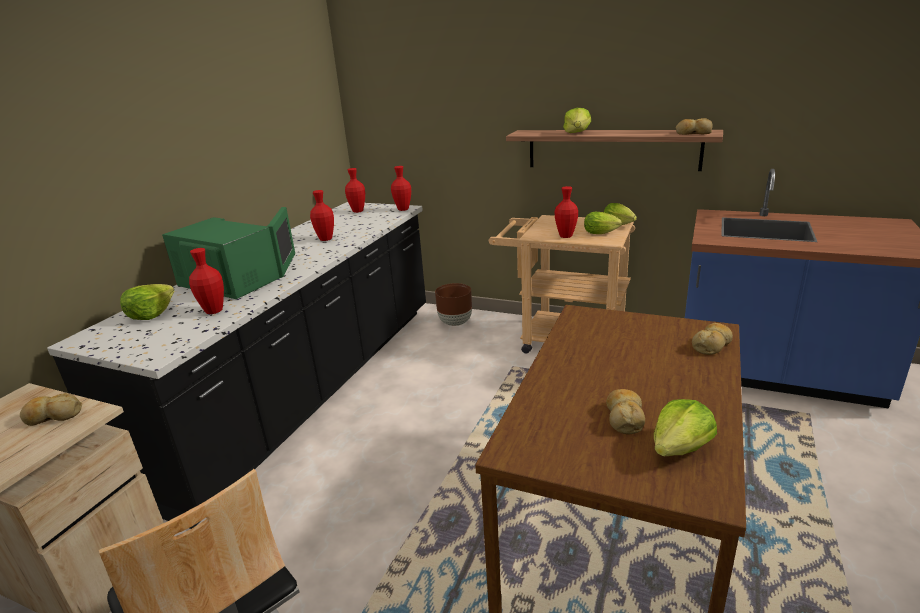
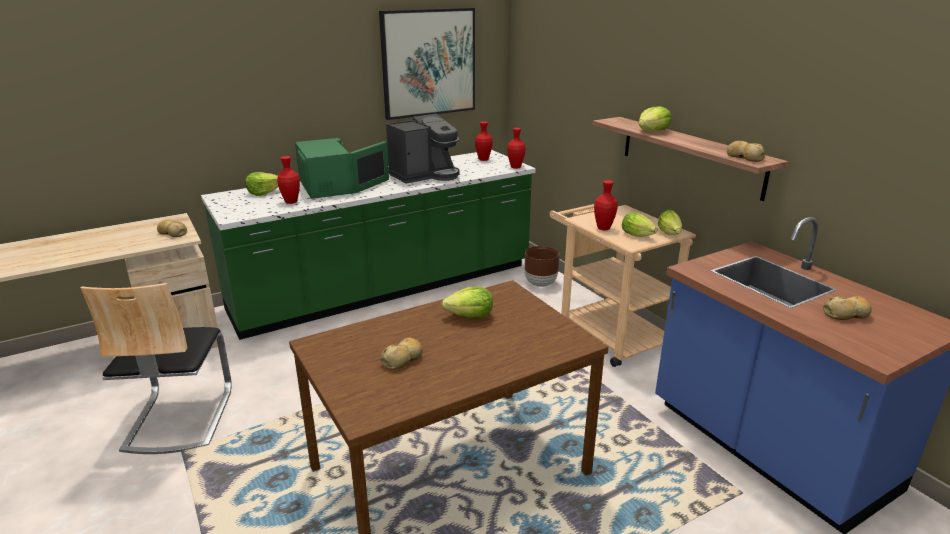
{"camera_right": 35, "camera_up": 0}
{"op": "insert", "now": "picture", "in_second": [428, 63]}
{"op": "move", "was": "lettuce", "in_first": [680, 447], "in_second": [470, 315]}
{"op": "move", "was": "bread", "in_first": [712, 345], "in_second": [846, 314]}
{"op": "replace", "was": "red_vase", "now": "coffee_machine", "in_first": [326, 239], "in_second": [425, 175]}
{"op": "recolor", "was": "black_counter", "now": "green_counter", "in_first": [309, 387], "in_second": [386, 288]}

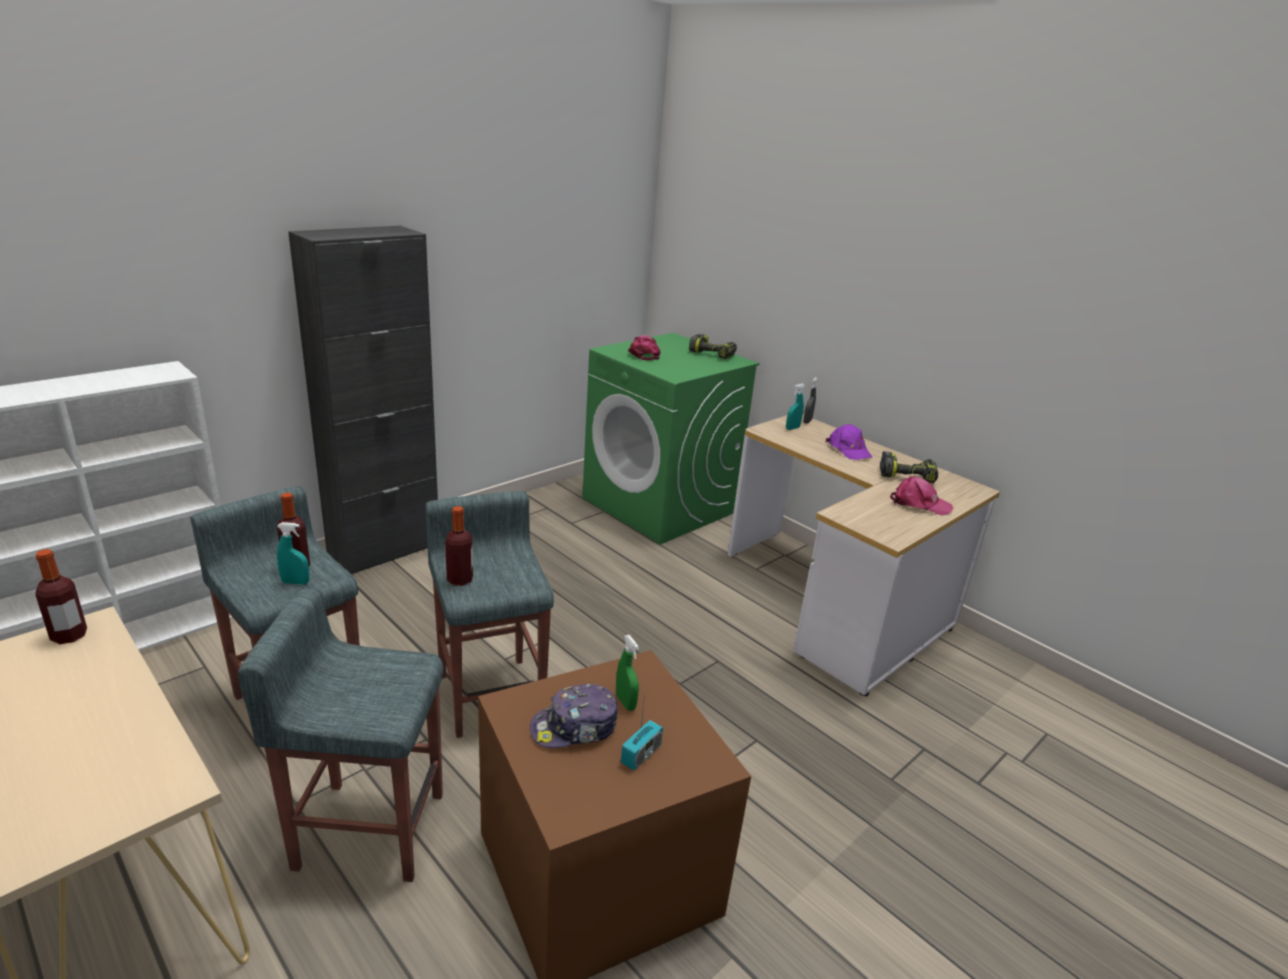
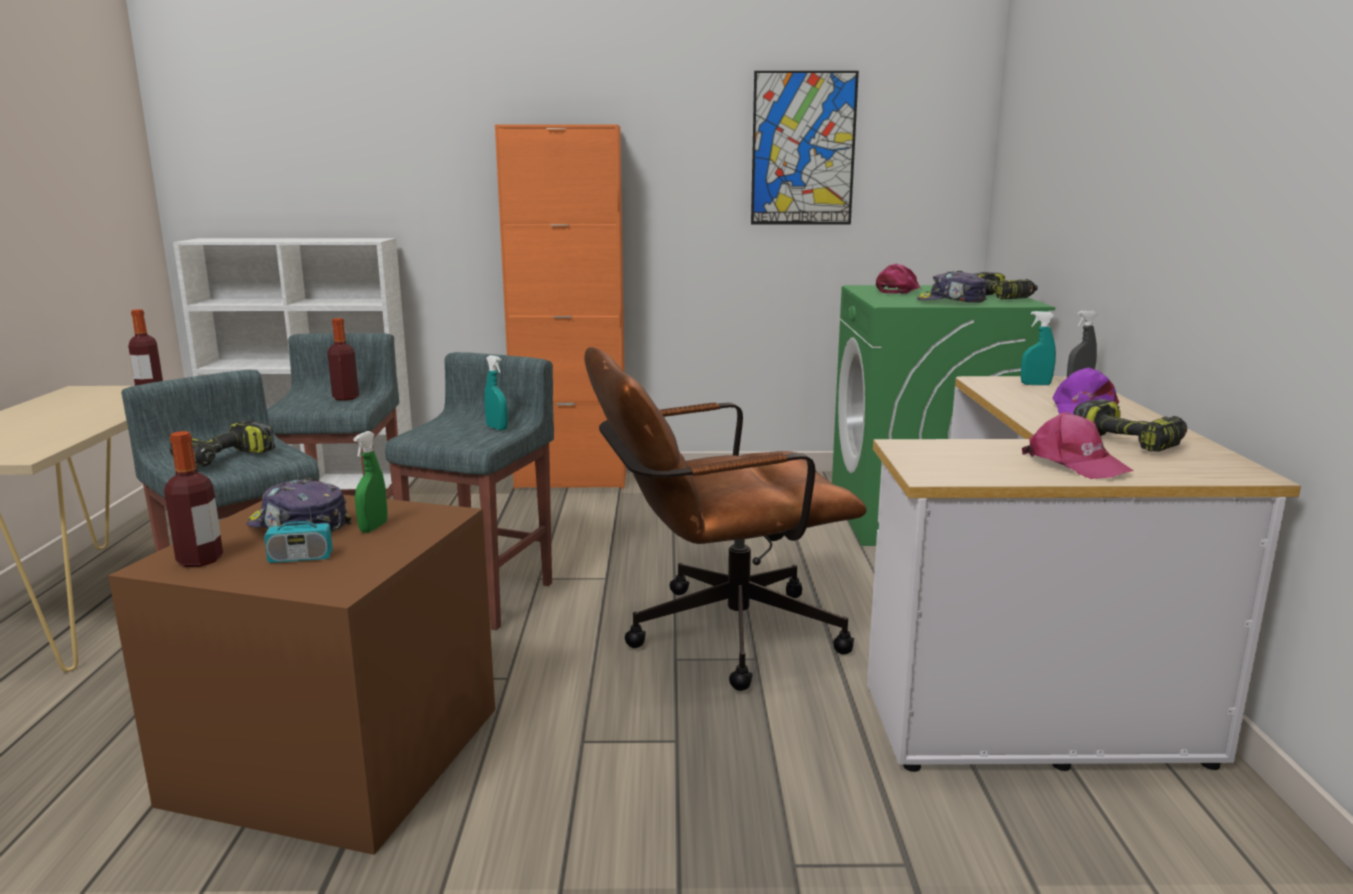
{"camera_right": 45, "camera_up": -10}
{"op": "insert", "now": "power_drill", "in_second": [225, 459]}
{"op": "insert", "now": "brown_office_chair", "in_second": [716, 635]}
{"op": "insert", "now": "picture", "in_second": [803, 149]}
{"op": "insert", "now": "cap", "in_second": [951, 301]}
{"op": "move", "was": "turquoise_spray_bottle", "in_first": [295, 582], "in_second": [497, 428]}
{"op": "move", "was": "bottle", "in_first": [460, 580], "in_second": [200, 560]}
{"op": "recolor", "was": "black_cabinet", "now": "orange_cabinet", "in_first": [384, 551], "in_second": [571, 481]}

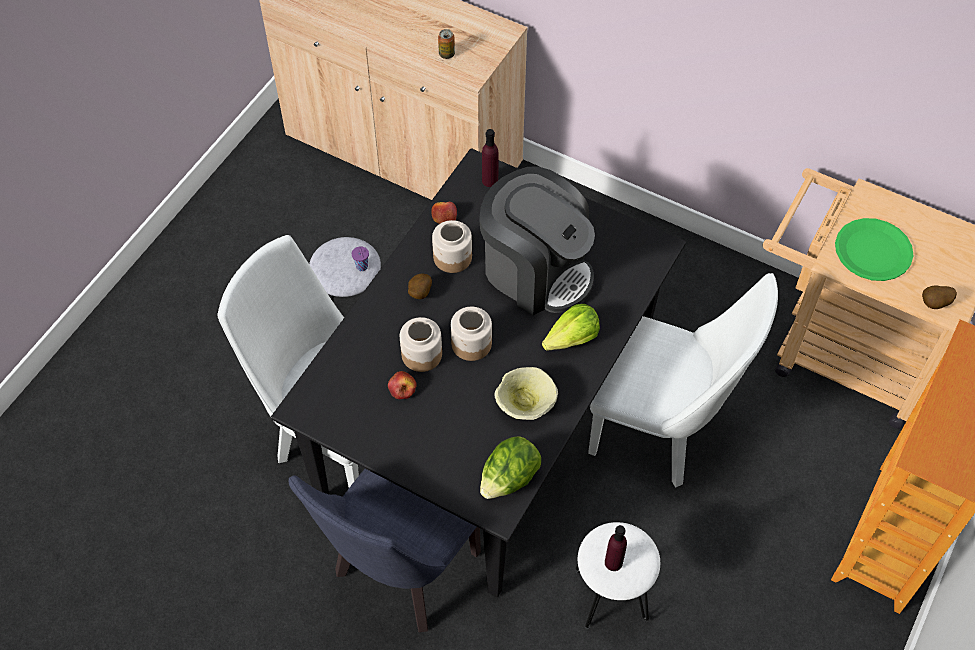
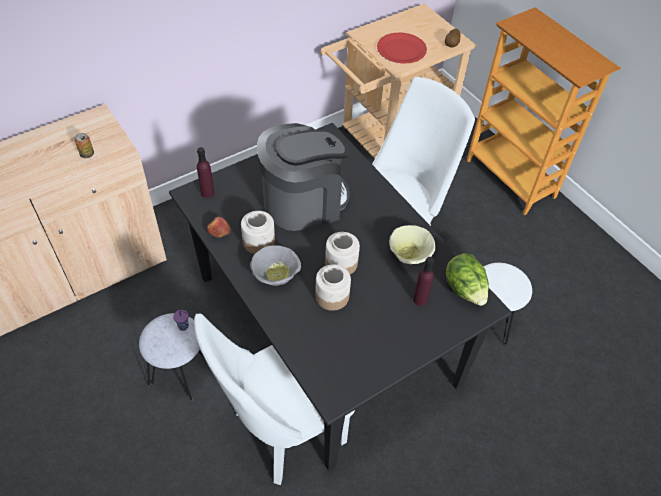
{"camera_right": -65, "camera_up": -5}
{"op": "delete", "was": "blue_chair", "in_first": [401, 574]}
{"op": "delete", "was": "apple", "in_first": [402, 388]}
{"op": "delete", "was": "lettuce", "in_first": [572, 339]}
{"op": "move", "was": "purple_bottle", "in_first": [613, 562], "in_second": [420, 299]}
{"op": "replace", "was": "potato", "now": "grey_bowl", "in_first": [419, 293], "in_second": [276, 275]}
{"op": "recolor", "was": "green_plate", "now": "red_plate", "in_first": [872, 251], "in_second": [401, 49]}

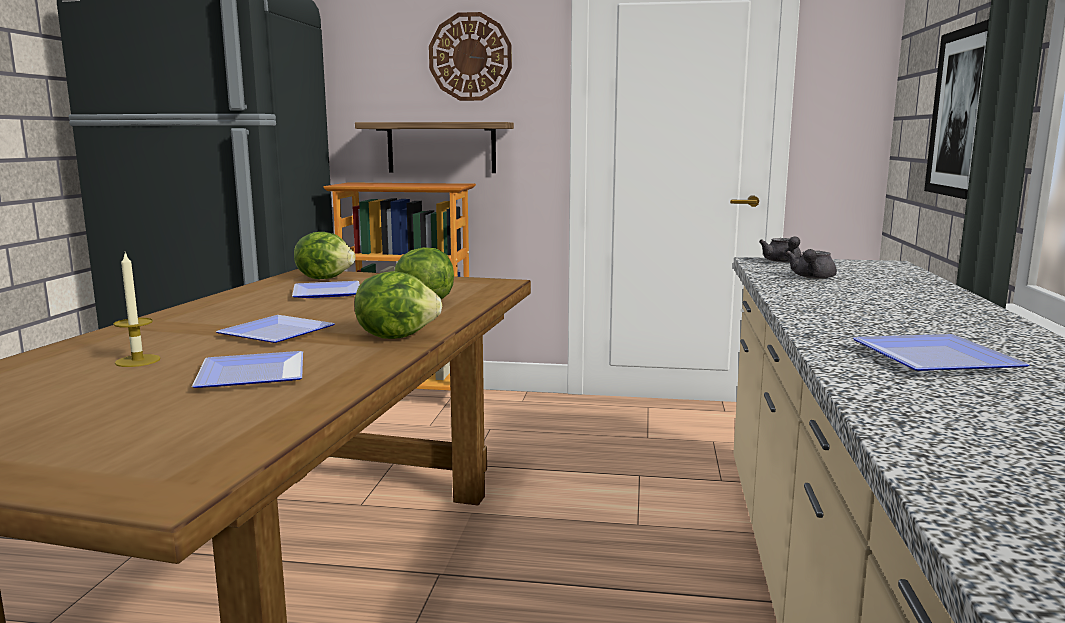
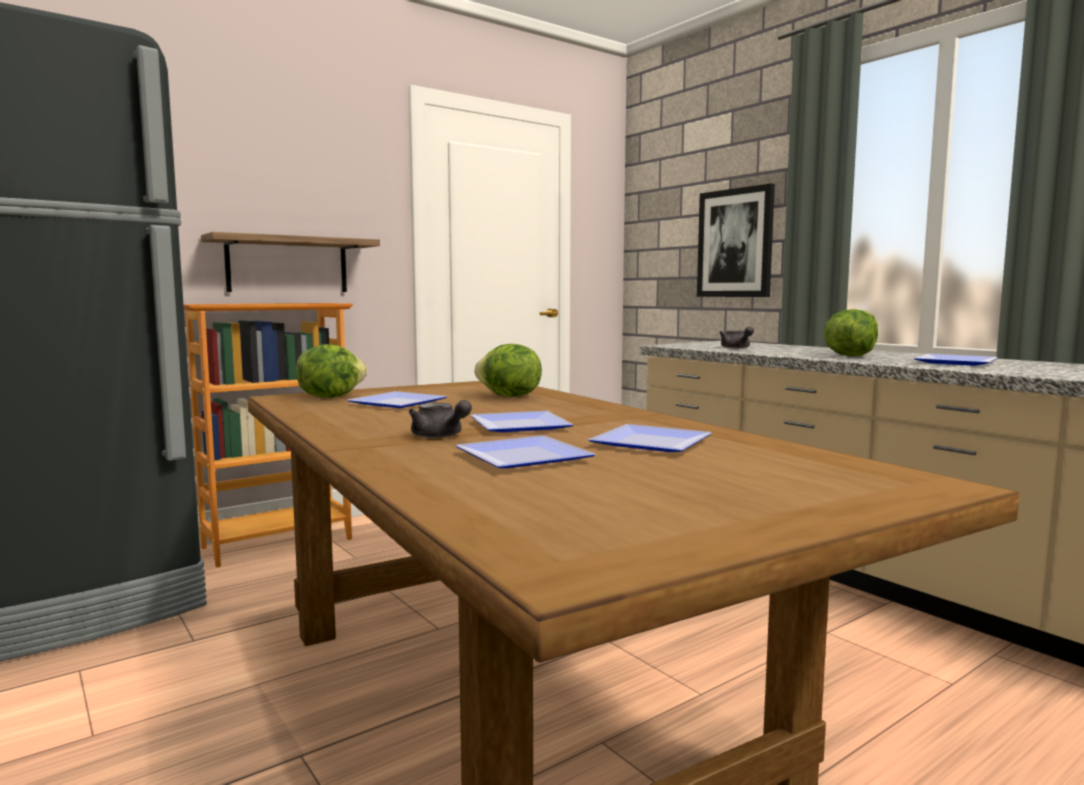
{"camera_right": -45, "camera_up": -5}
{"op": "delete", "was": "wall_clock", "in_first": [470, 57]}
{"op": "move", "was": "lettuce", "in_first": [397, 336], "in_second": [849, 356]}
{"op": "move", "was": "grey_teapot", "in_first": [783, 262], "in_second": [440, 436]}
{"op": "replace", "was": "candle", "now": "plate", "in_first": [137, 361], "in_second": [518, 457]}

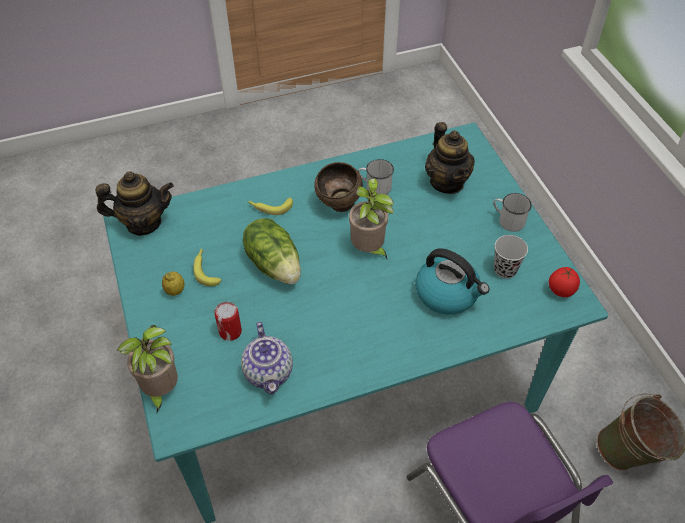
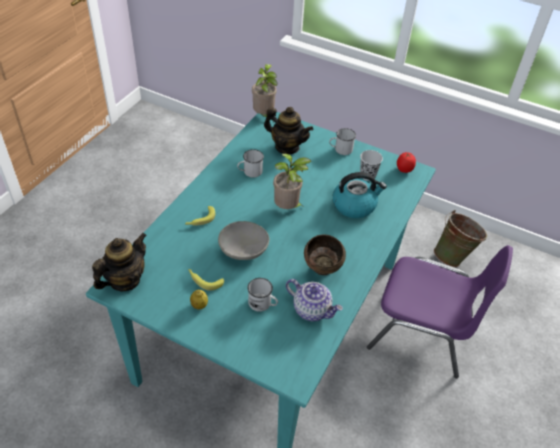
{"camera_right": -45, "camera_up": -5}
{"op": "move", "was": "potted_plant", "in_first": [160, 391], "in_second": [264, 116]}
{"op": "move", "was": "brown_bowl", "in_first": [339, 205], "in_second": [323, 270]}
{"op": "replace", "was": "can", "now": "white_mug", "in_first": [230, 331], "in_second": [263, 304]}
{"op": "replace", "was": "lettuce", "now": "grey_bowl", "in_first": [275, 264], "in_second": [243, 250]}

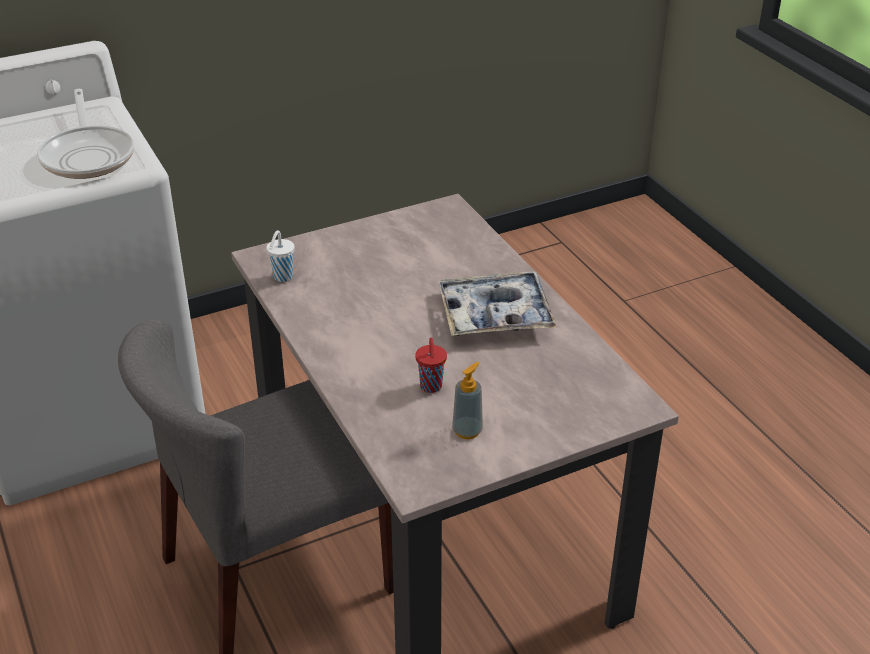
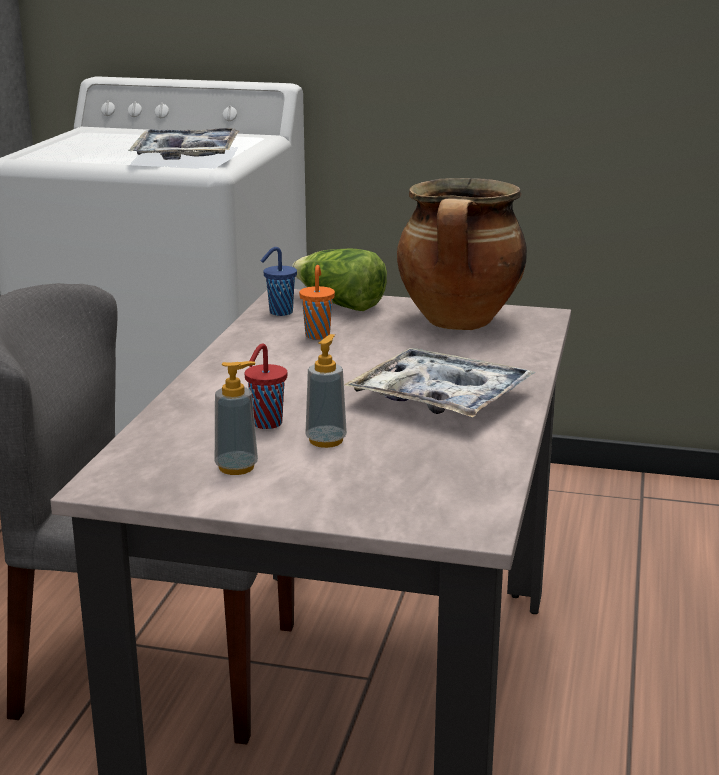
{"camera_right": 40, "camera_up": -15}
{"op": "insert", "now": "lettuce", "in_second": [339, 304]}
{"op": "insert", "now": "orange_cup", "in_second": [317, 335]}
{"op": "insert", "now": "soap_dispenser", "in_second": [326, 440]}
{"op": "insert", "now": "cooking_pot", "in_second": [460, 323]}
{"op": "replace", "was": "frying_pan", "now": "tray", "in_first": [88, 155], "in_second": [186, 155]}
{"op": "recolor", "was": "white_cup", "now": "blue_cup", "in_first": [282, 277], "in_second": [279, 313]}

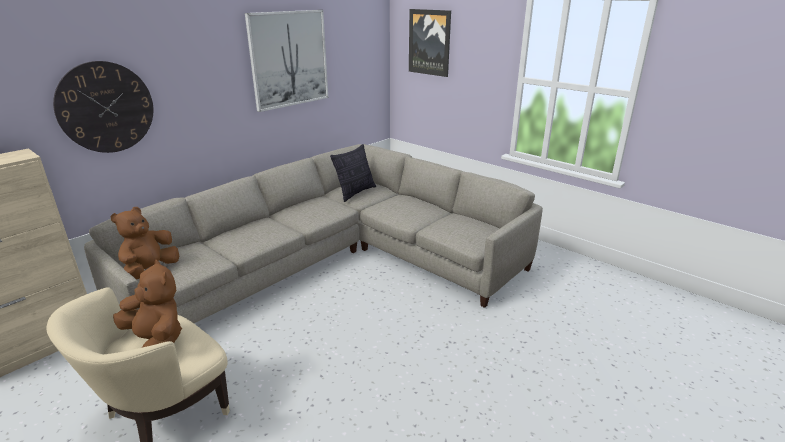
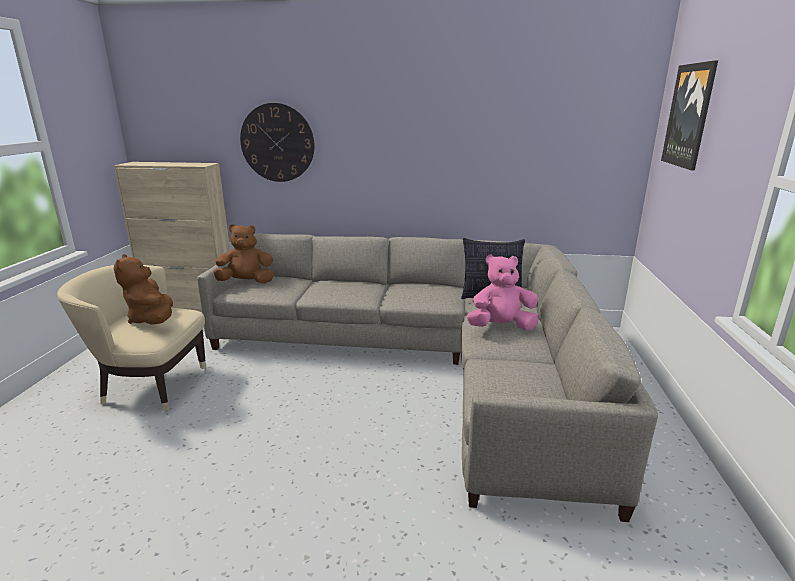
{"camera_right": 55, "camera_up": -5}
{"op": "delete", "was": "picture", "in_first": [289, 59]}
{"op": "insert", "now": "pink_plush_toy", "in_second": [501, 327]}
{"op": "rotate", "was": "brown_plush_toy", "in_first": [157, 342], "in_second": [152, 320], "clockwise": 150}

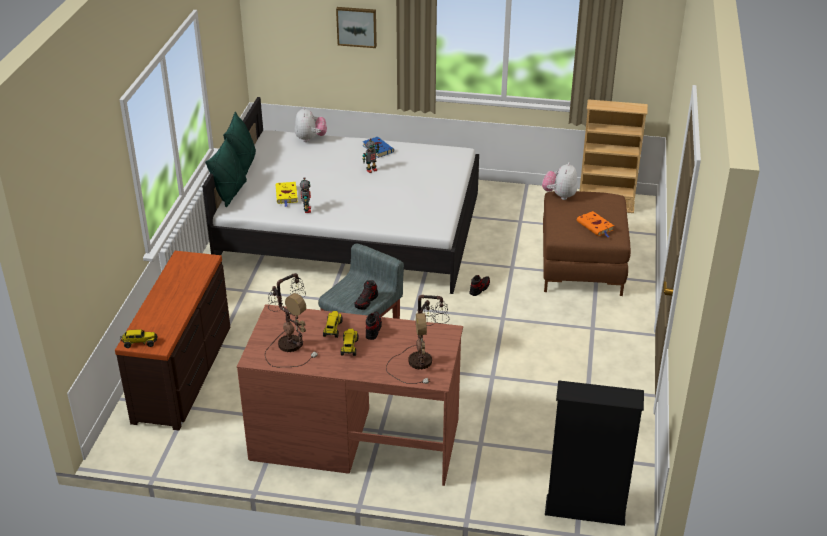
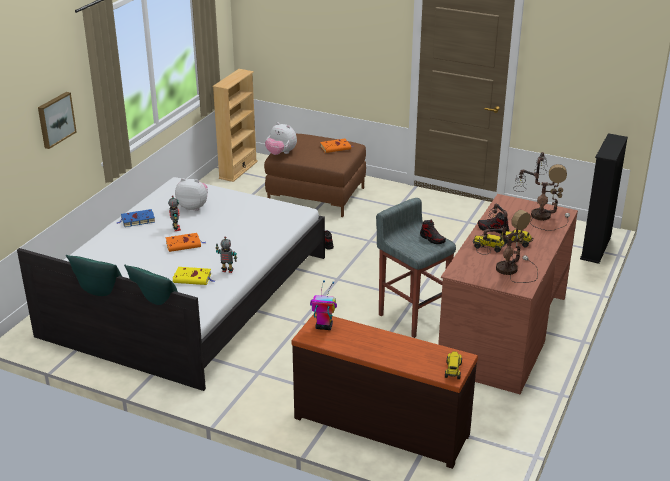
{"camera_right": -75, "camera_up": -5}
{"op": "insert", "now": "orange_book", "in_second": [184, 244]}
{"op": "insert", "now": "toy_robot", "in_second": [323, 326]}
{"op": "move", "was": "plush_toy", "in_first": [310, 138], "in_second": [193, 207]}

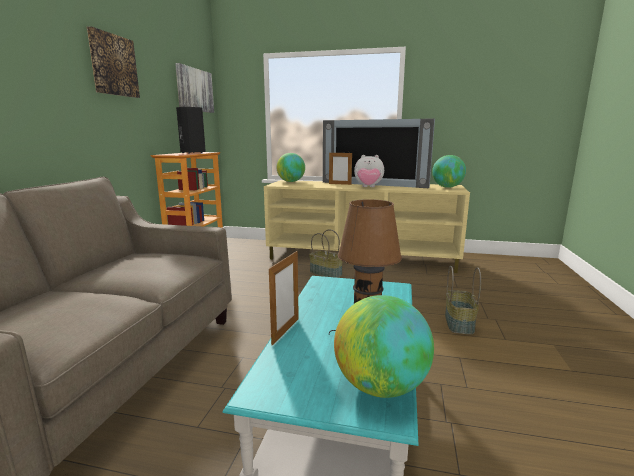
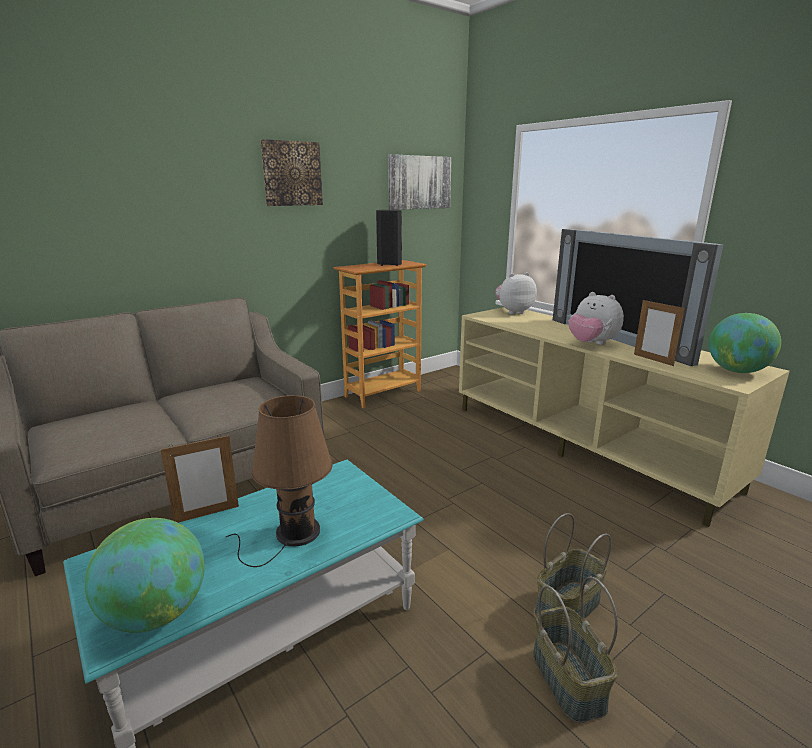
{"camera_right": 40, "camera_up": 5}
{"op": "move", "was": "basket", "in_first": [326, 273], "in_second": [569, 680]}
{"op": "move", "was": "picture_frame", "in_first": [340, 184], "in_second": [653, 360]}
{"op": "replace", "was": "globe", "now": "plush_toy", "in_first": [291, 182], "in_second": [513, 312]}

